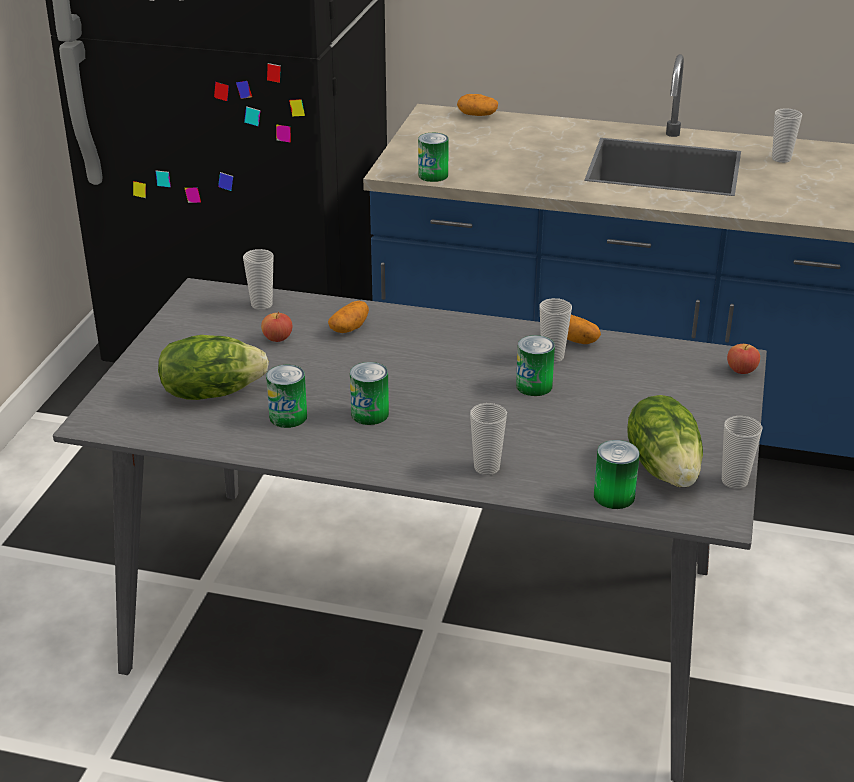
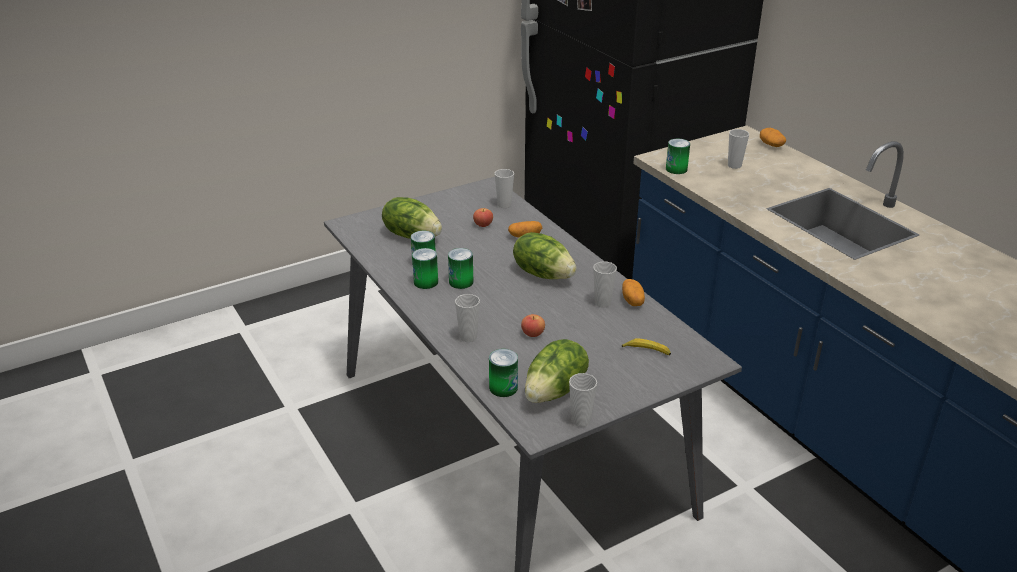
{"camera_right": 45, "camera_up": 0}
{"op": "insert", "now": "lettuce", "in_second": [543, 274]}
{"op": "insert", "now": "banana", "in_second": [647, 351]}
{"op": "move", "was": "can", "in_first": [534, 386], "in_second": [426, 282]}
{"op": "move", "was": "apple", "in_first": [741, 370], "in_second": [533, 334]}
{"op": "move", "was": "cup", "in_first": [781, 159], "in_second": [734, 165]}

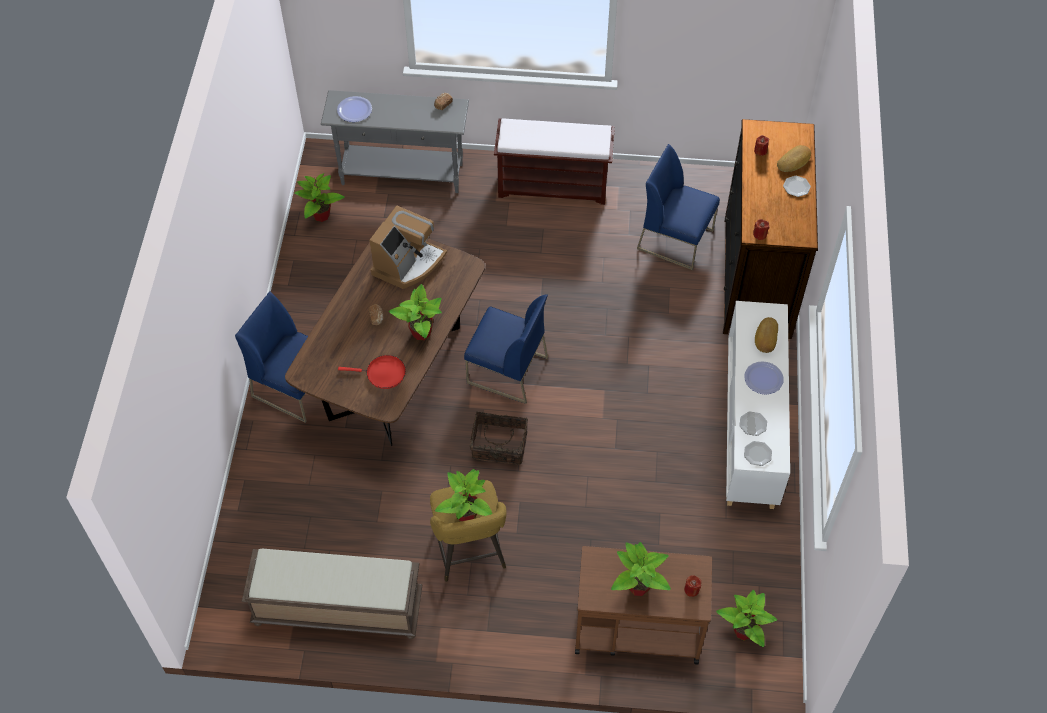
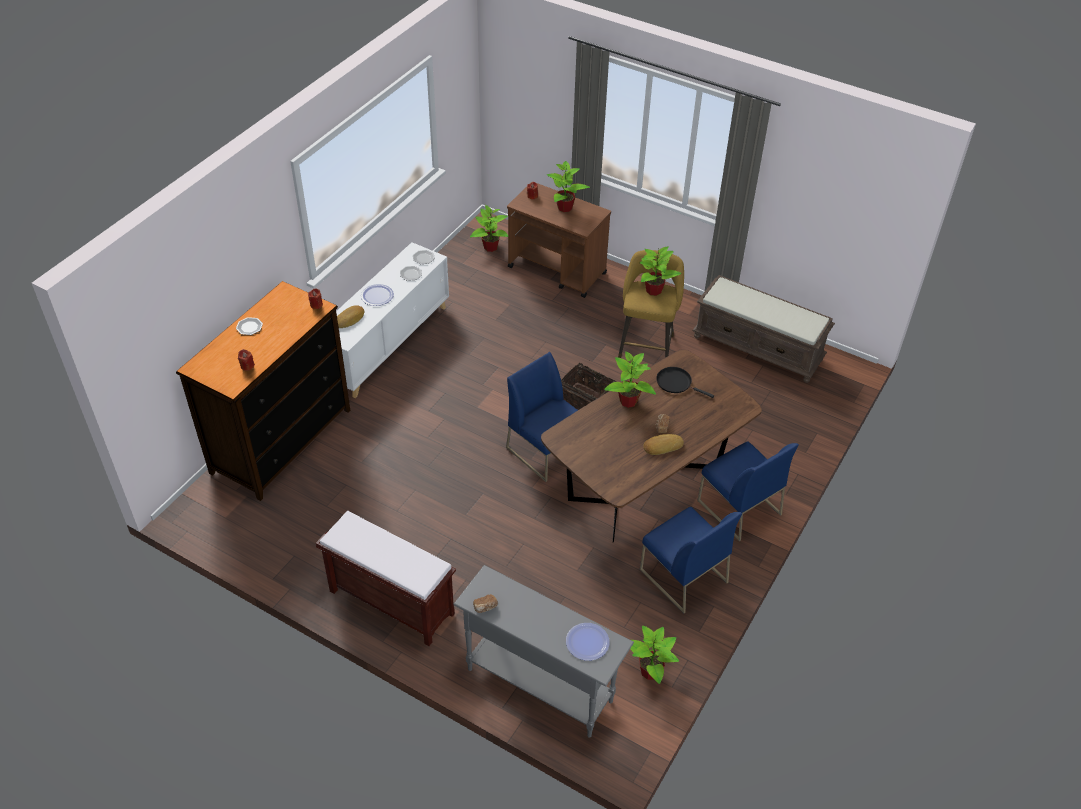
{"camera_right": -155, "camera_up": -10}
{"op": "delete", "was": "coffee_machine", "in_first": [408, 263]}
{"op": "move", "was": "blue_chair", "in_first": [676, 239], "in_second": [682, 576]}
{"op": "move", "was": "bread", "in_first": [794, 161], "in_second": [662, 446]}
{"op": "recolor", "was": "red_frying_pan", "now": "black_frying_pan", "in_first": [383, 374], "in_second": [676, 383]}

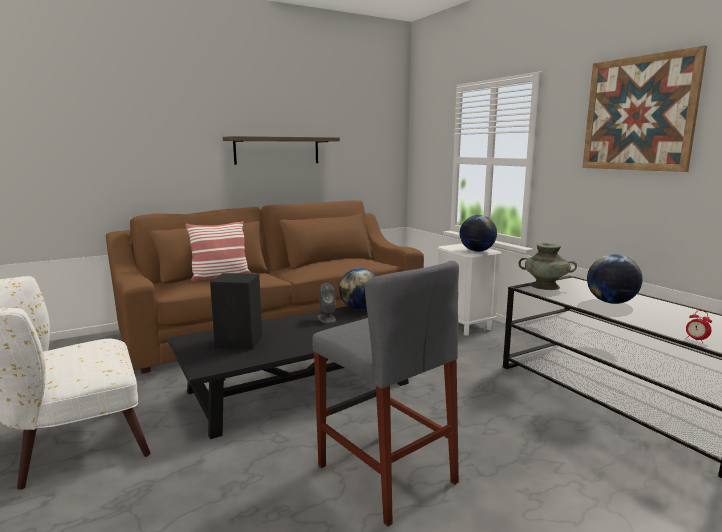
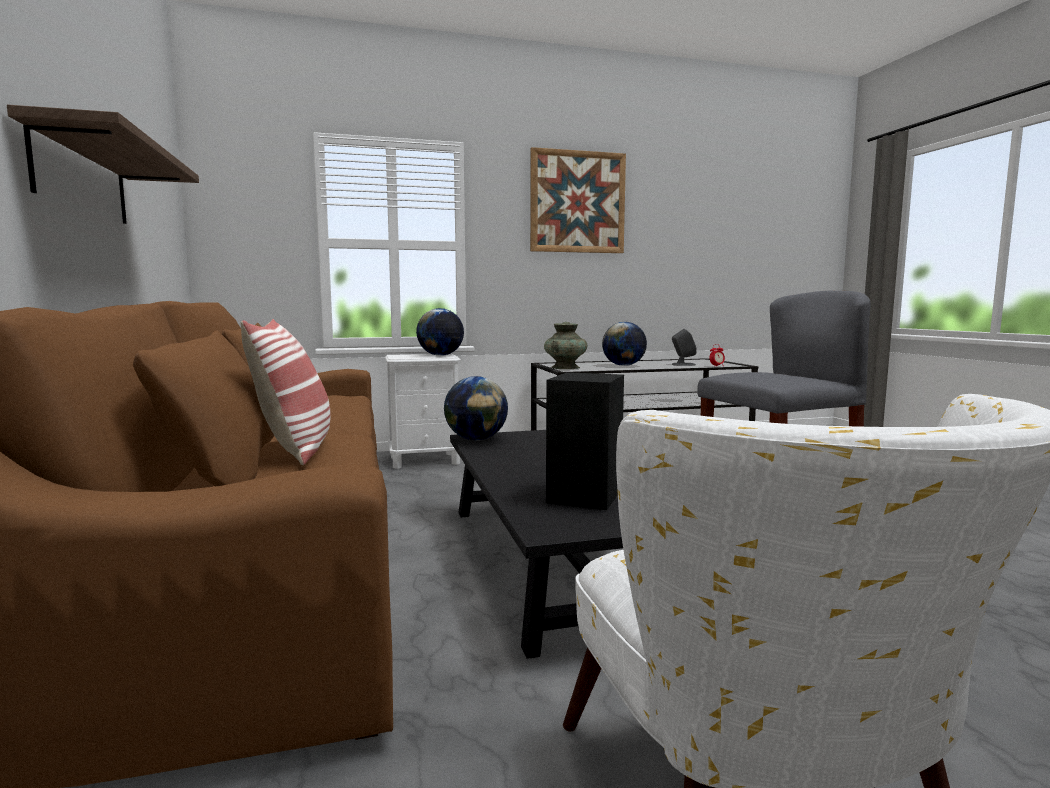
{"camera_right": -75, "camera_up": -5}
{"op": "move", "was": "grey_speaker", "in_first": [326, 318], "in_second": [683, 364]}

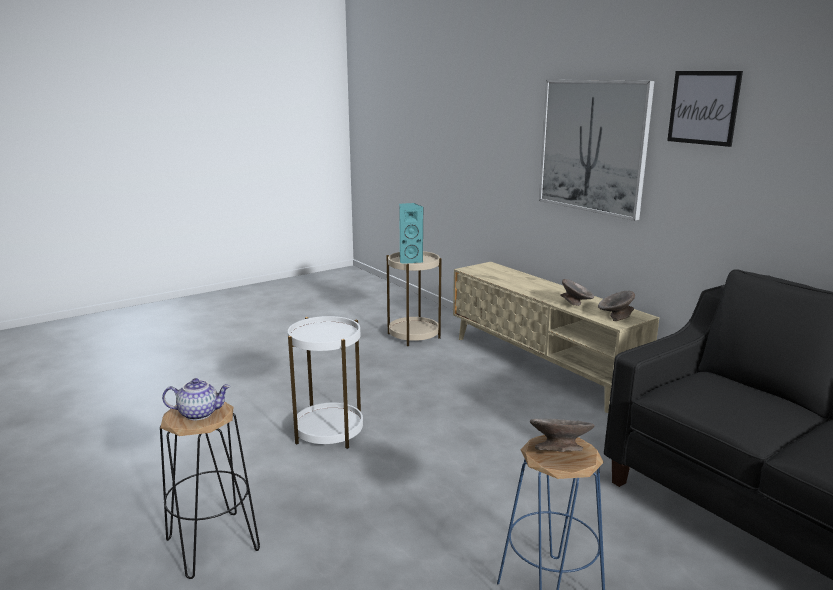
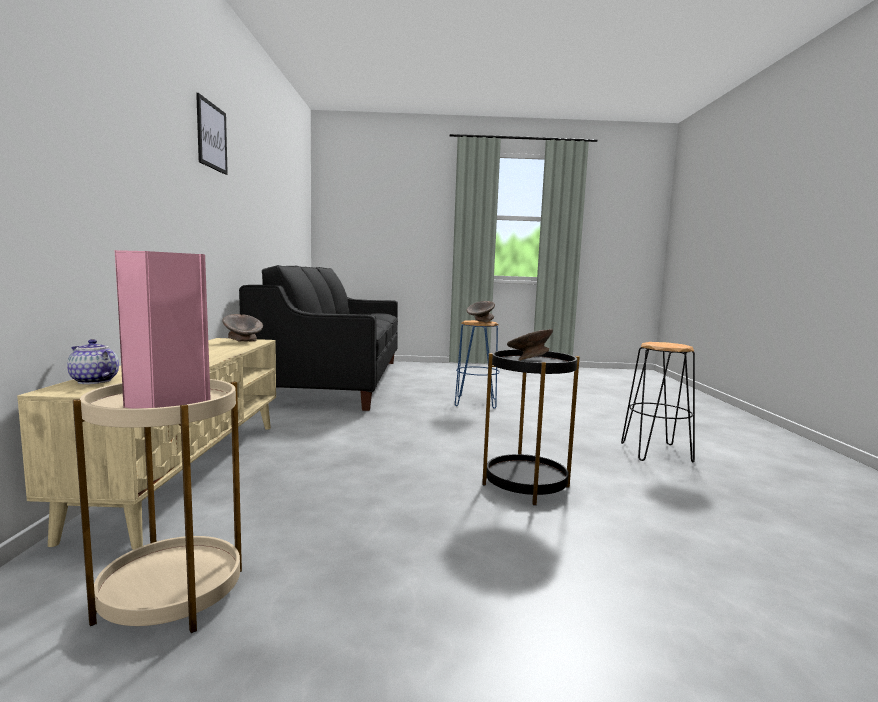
{"camera_right": -145, "camera_up": -10}
{"op": "delete", "was": "picture", "in_first": [592, 146]}
{"op": "move", "was": "teapot", "in_first": [199, 413], "in_second": [93, 381]}
{"op": "move", "was": "grey_bowl", "in_first": [576, 305], "in_second": [528, 360]}
{"op": "recolor", "was": "white_side_table", "now": "black_side_table", "in_first": [329, 432], "in_second": [525, 485]}
{"op": "recolor", "was": "turquoise_speaker", "now": "pink_speaker", "in_first": [409, 260], "in_second": [164, 403]}

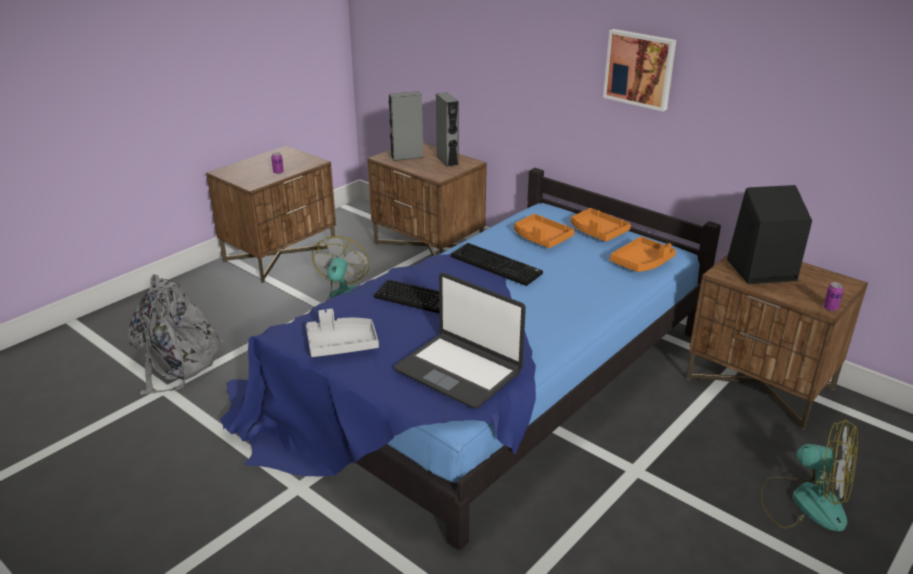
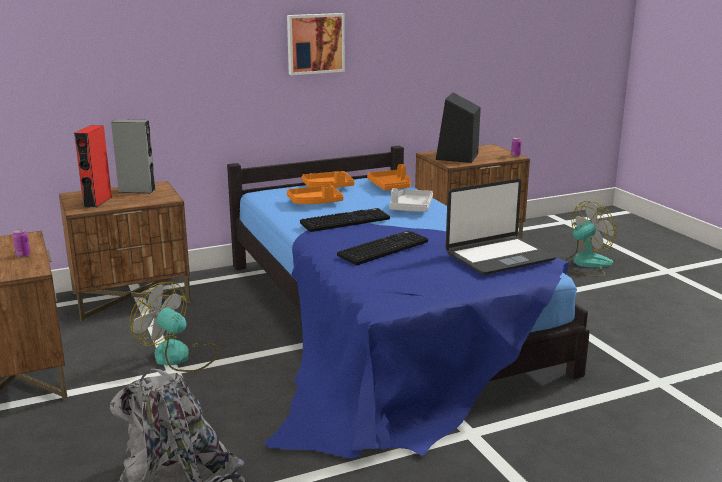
{"camera_right": -65, "camera_up": -10}
{"op": "move", "was": "grey_tray", "in_first": [341, 344], "in_second": [411, 208]}
{"op": "recolor", "was": "grey_speaker", "now": "red_speaker", "in_first": [407, 157], "in_second": [97, 202]}

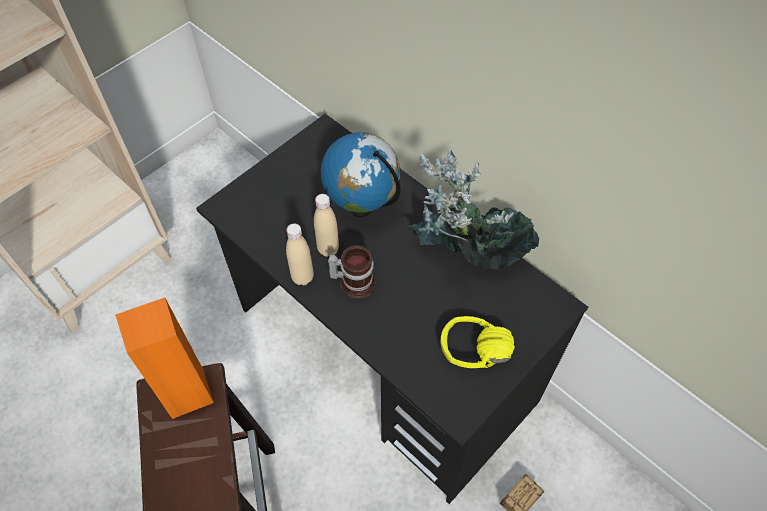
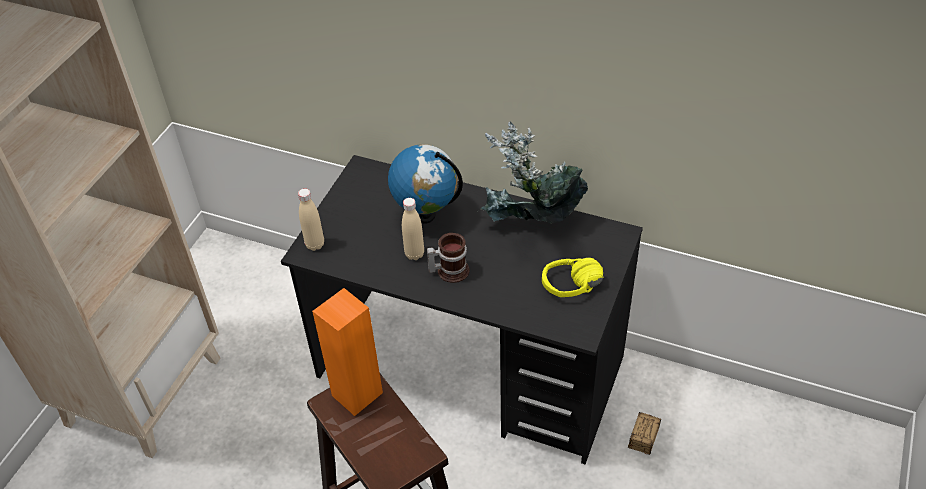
{"camera_right": -20, "camera_up": -10}
{"op": "move", "was": "beige_bottle", "in_first": [302, 277], "in_second": [315, 244]}

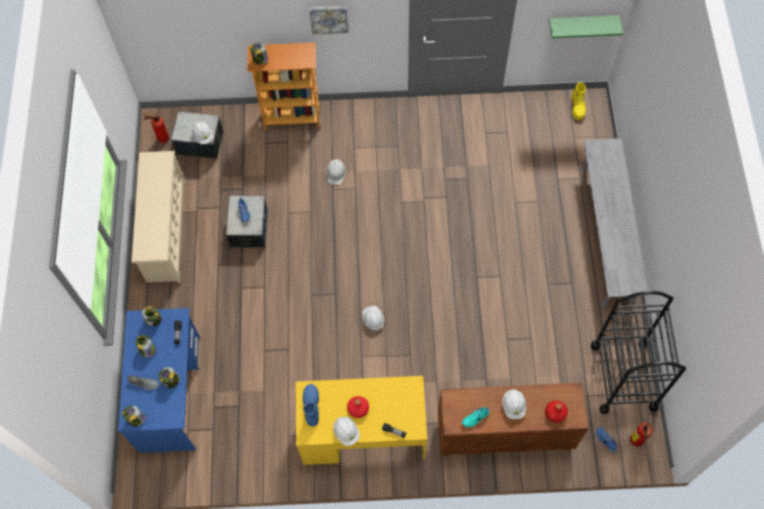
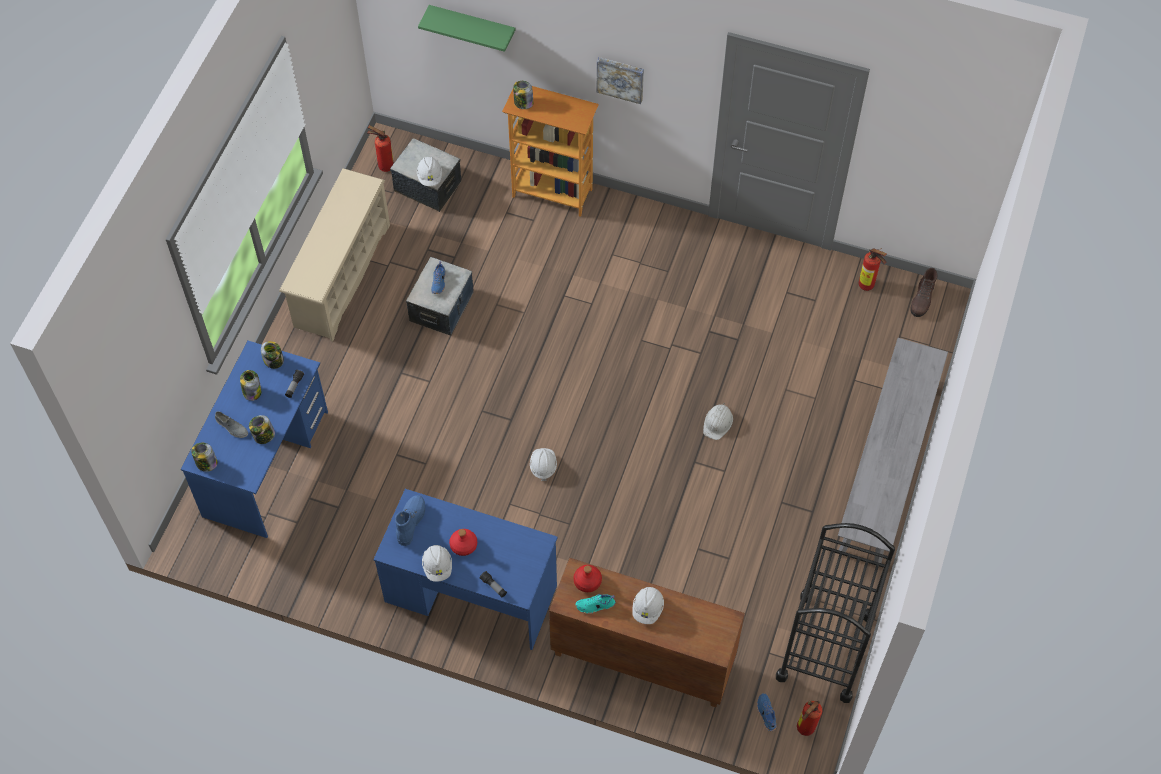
{"camera_right": 20, "camera_up": -5}
{"op": "insert", "now": "fire_extinguisher", "in_second": [868, 286]}
{"op": "move", "was": "white_hard_hat", "in_first": [336, 172], "in_second": [718, 423]}
{"op": "move", "was": "red_bottle", "in_first": [555, 413], "in_second": [587, 581]}
{"op": "move", "was": "green_shelf", "in_first": [582, 24], "in_second": [472, 27]}
{"op": "recolor", "was": "yellow_desk", "now": "blue_desk", "in_first": [363, 434], "in_second": [470, 593]}
{"op": "recolor", "was": "yellow_boot", "now": "brown_boot", "in_first": [577, 107], "in_second": [921, 301]}

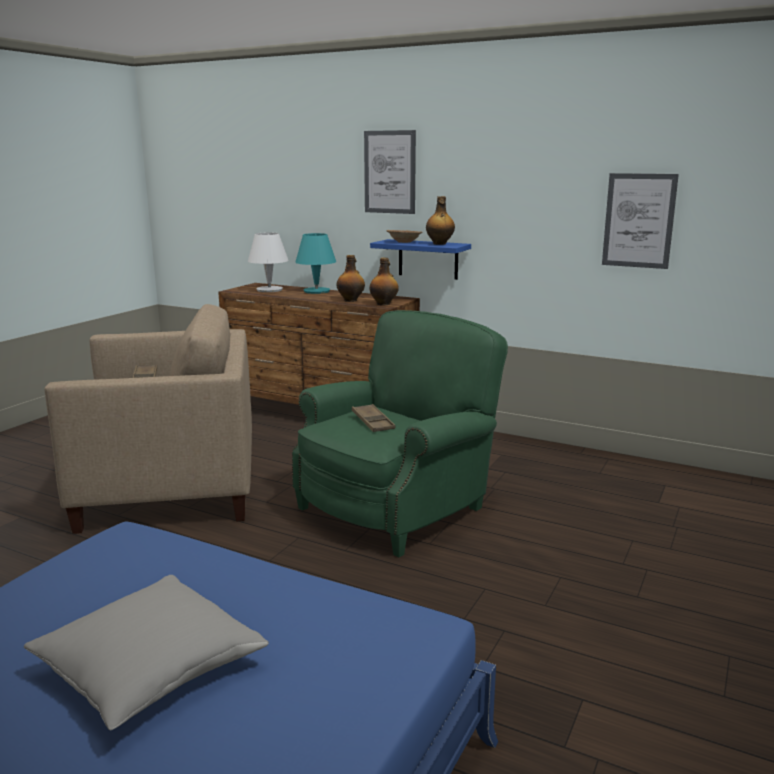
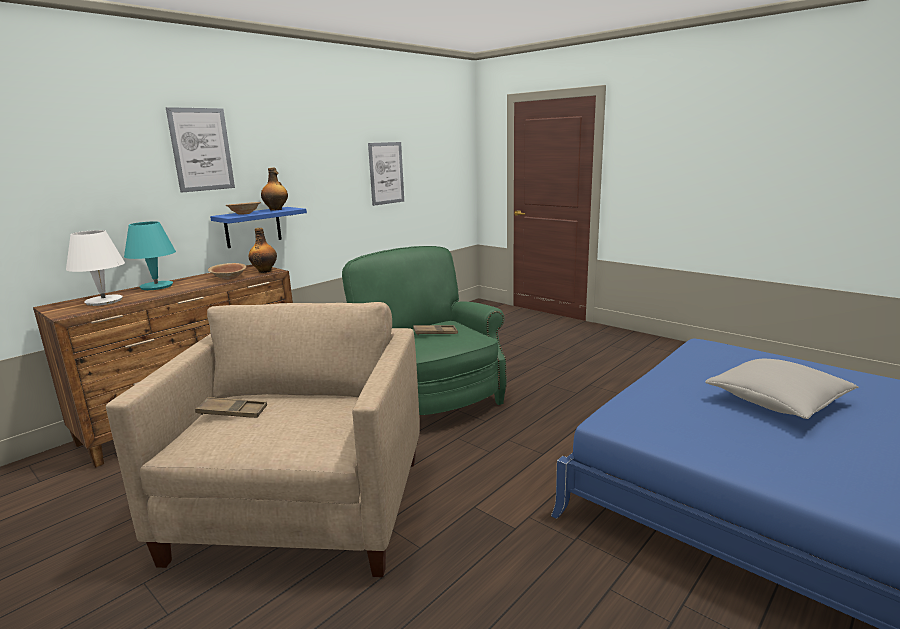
{"camera_right": -75, "camera_up": 0}
{"op": "replace", "was": "bottle", "now": "brown_bowl", "in_first": [351, 300], "in_second": [229, 278]}

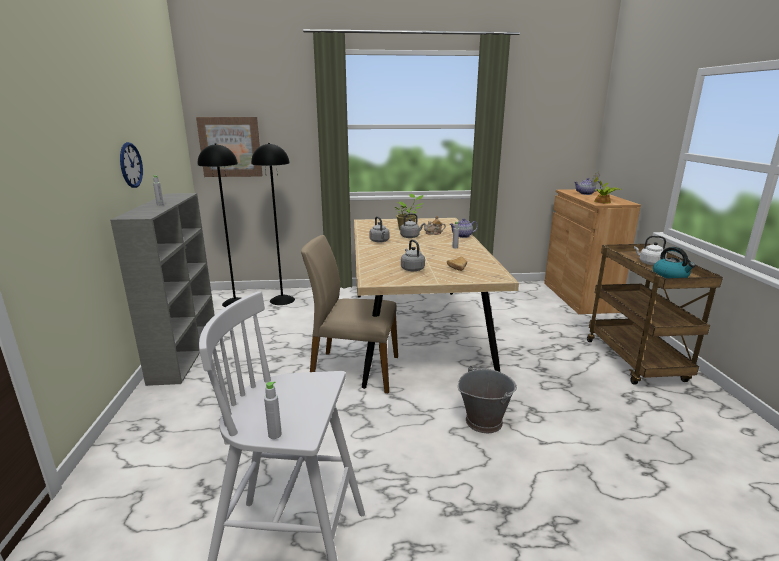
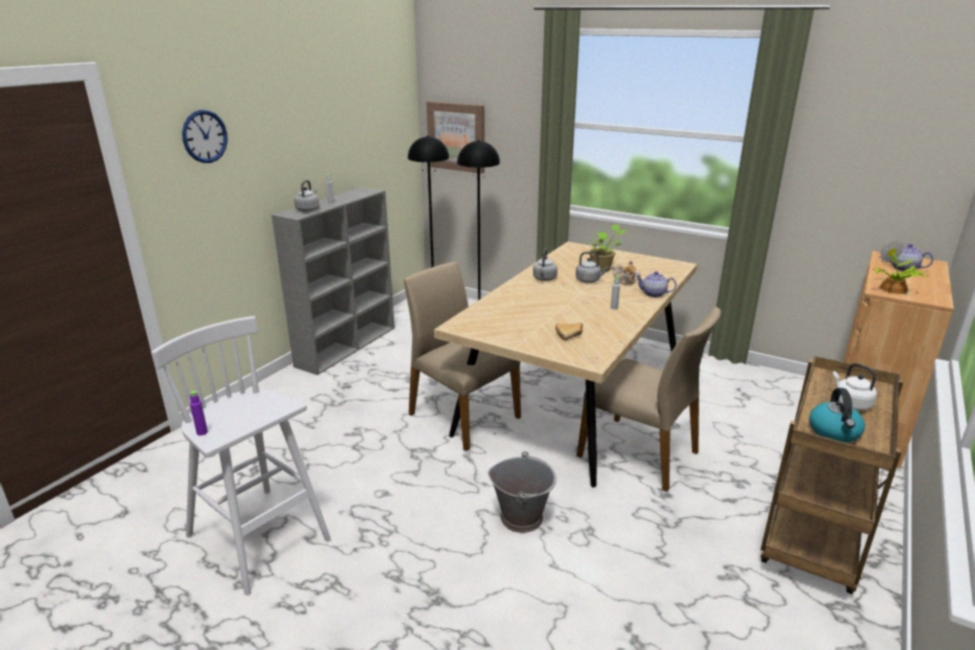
{"camera_right": 35, "camera_up": 5}
{"op": "insert", "now": "beige_chair", "in_second": [640, 453]}
{"op": "move", "was": "wall_clock", "in_first": [130, 165], "in_second": [204, 136]}
{"op": "move", "was": "grey_kettle", "in_first": [412, 269], "in_second": [308, 209]}
{"op": "recolor", "was": "grey_bottle", "now": "purple_bottle", "in_first": [275, 435], "in_second": [202, 432]}

